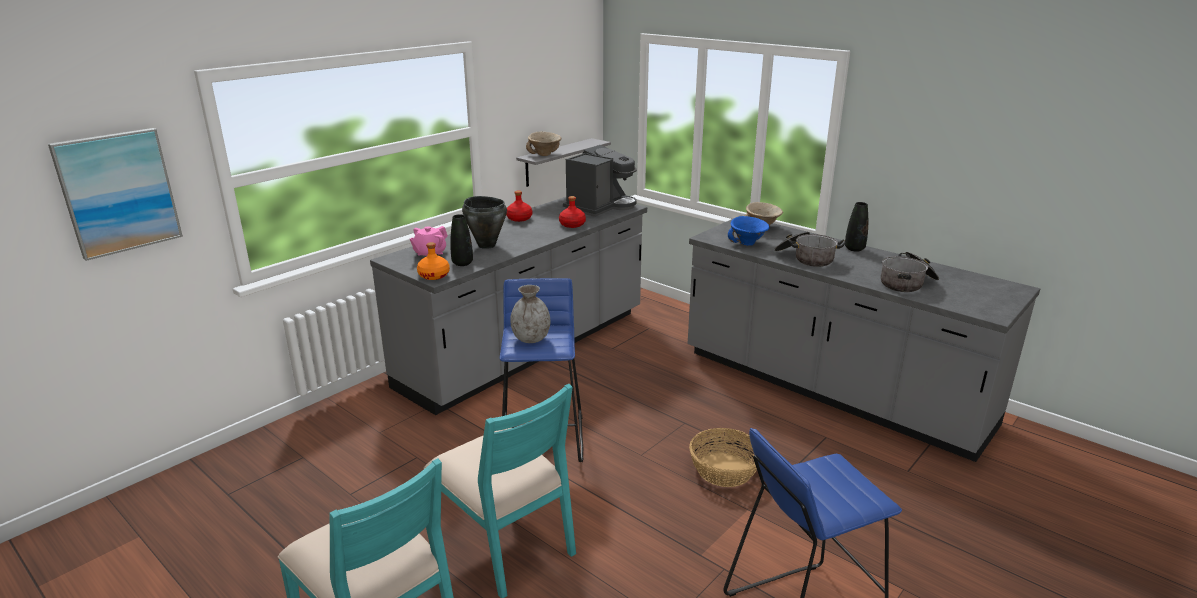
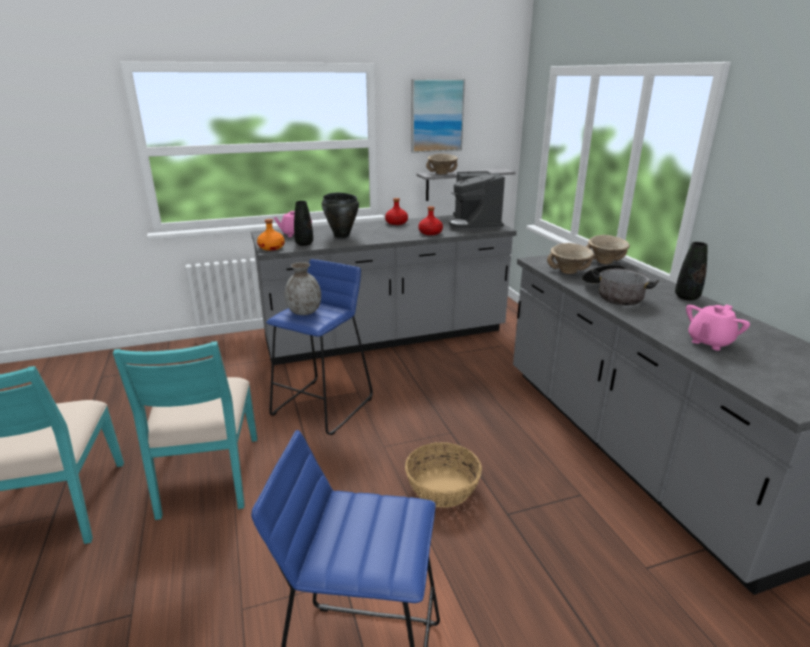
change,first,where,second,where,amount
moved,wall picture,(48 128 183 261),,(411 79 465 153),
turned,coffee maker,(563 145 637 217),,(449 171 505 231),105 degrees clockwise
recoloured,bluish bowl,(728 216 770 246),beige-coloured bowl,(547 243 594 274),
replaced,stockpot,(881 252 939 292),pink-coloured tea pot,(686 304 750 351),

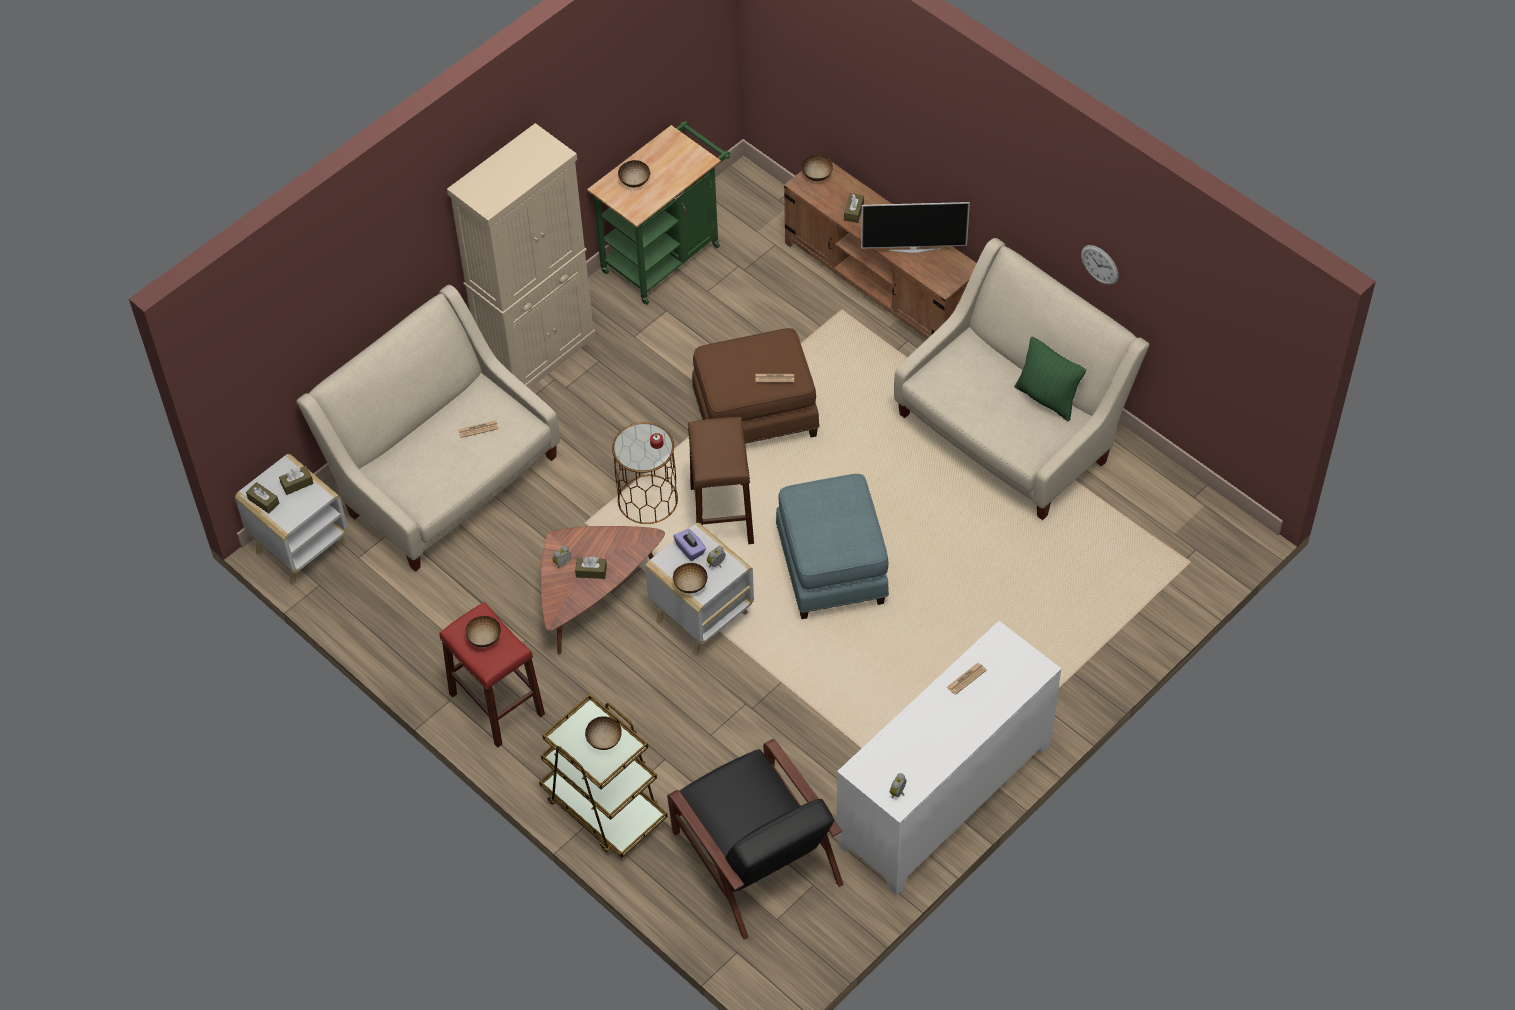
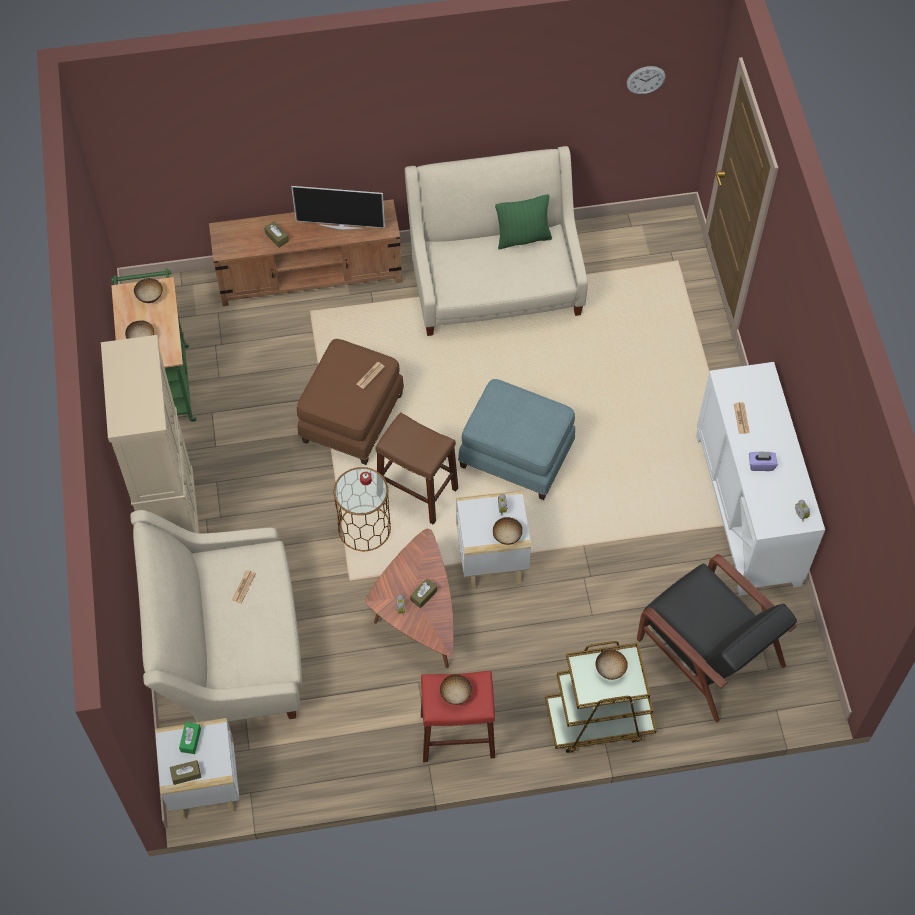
change,first,where,second,where,amount
moved,bowl,(802 155 833 181),,(134 278 163 303),
recoloured,brown tissue box,(279 466 314 495),green tissue box,(179 722 201 754),
turned,television,(861 202 970 253),,(291 186 385 230),60 degrees clockwise
moved,hanging clock,(1081 245 1119 285),,(626 66 666 94),
turned,black-coloured easy chair,(667 739 843 940),,(637 554 797 723),45 degrees clockwise
moved,purplish tissue box,(673 529 706 561),,(749 452 778 471),

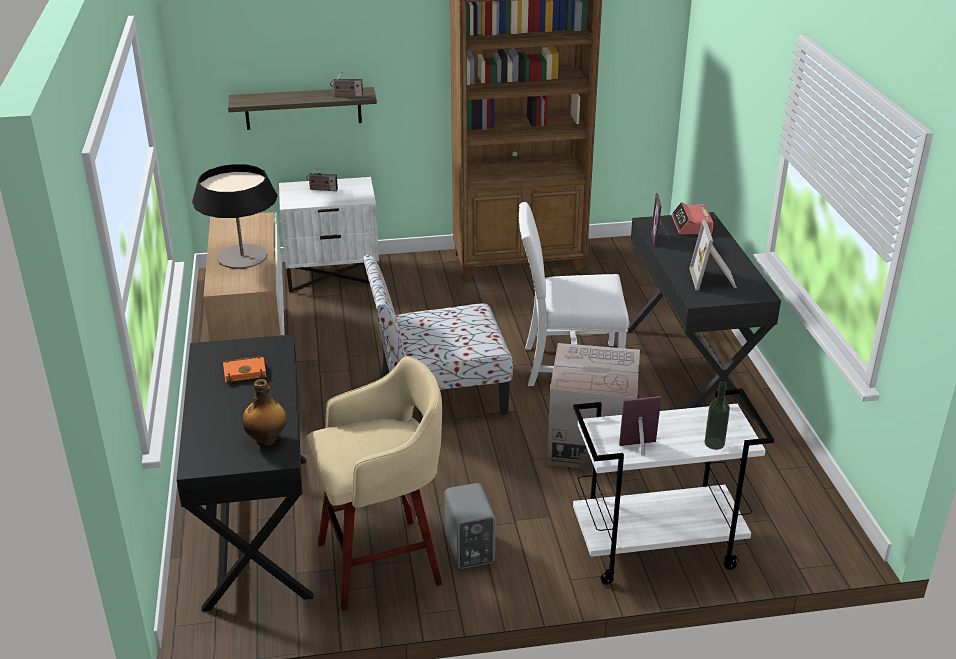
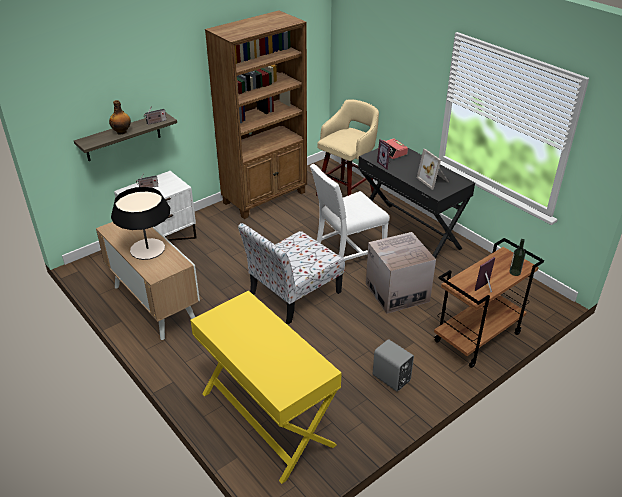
change,first,where,second,where,amount
moved,bottle,(242 379 287 446),,(109 100 131 135),
recoloured,black-coloured desk unit,(177 334 314 612),yellowish desk unit,(190 290 342 484),
moved,beige-coloured stool,(307 356 442 611),,(316 100 379 196),
recoloured,whitish cart,(573 388 774 585),brown cart,(434 238 544 368),
removed,orange-coloured bound book,(223 356 266 383),,,

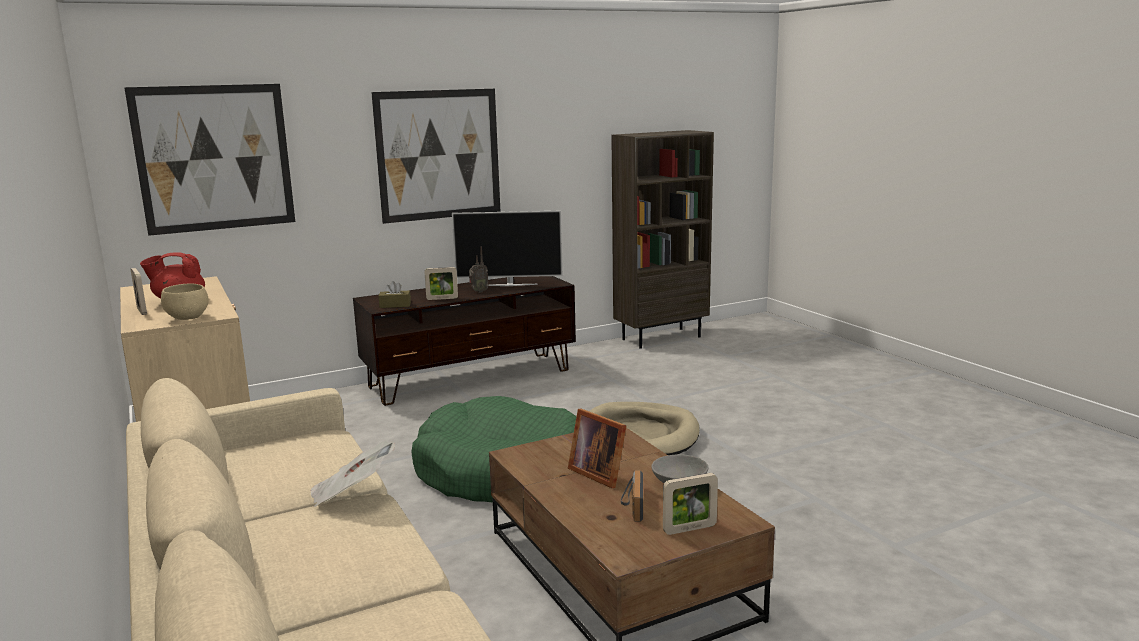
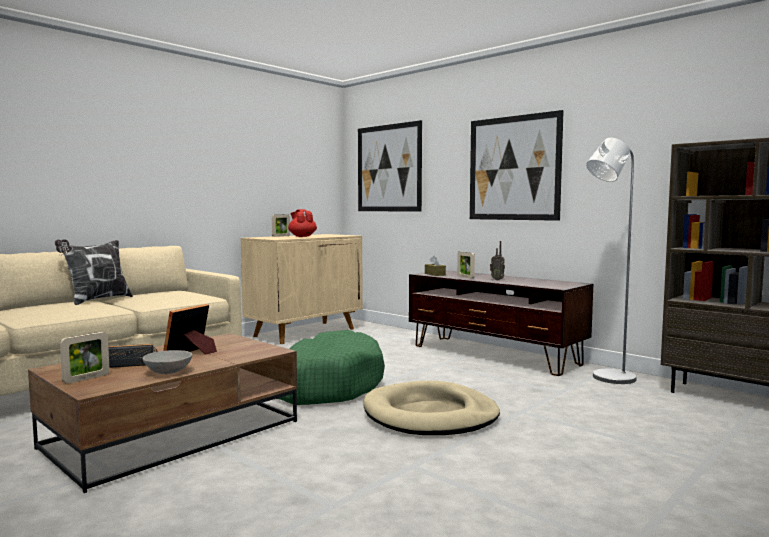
change,first,where,second,where,amount
added,,,throw pillow,(55 239 133 305),
turned,picture frame,(663 473 718 535),,(60 332 110 384),105 degrees counterclockwise
added,,,grey standing lamp,(586 138 637 384),
removed,beige-coloured bowl,(161 283 209 320),,,
removed,daily paper,(310 440 395 507),,,
removed,television,(452 211 563 286),,,

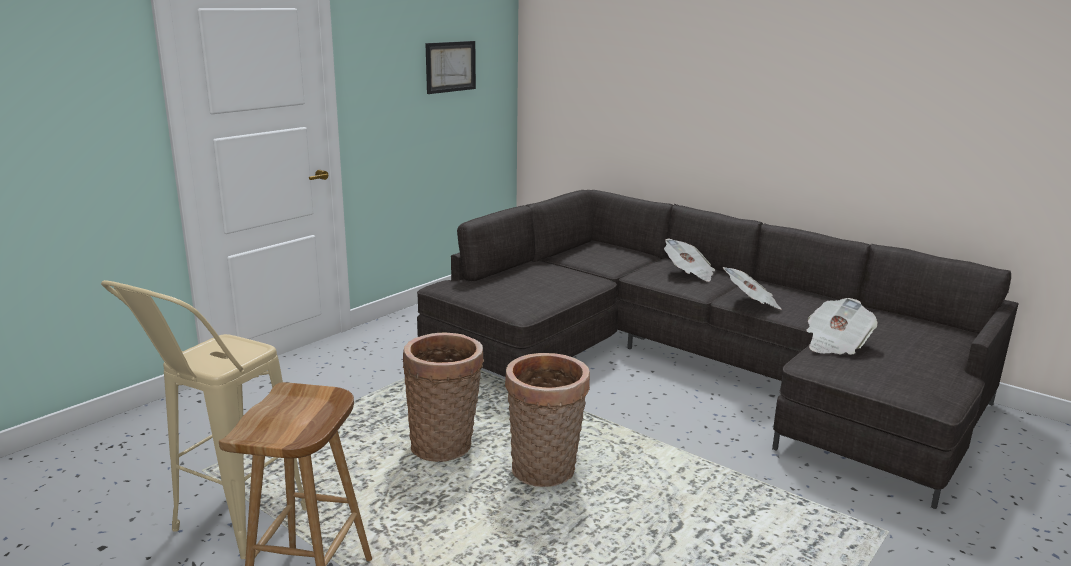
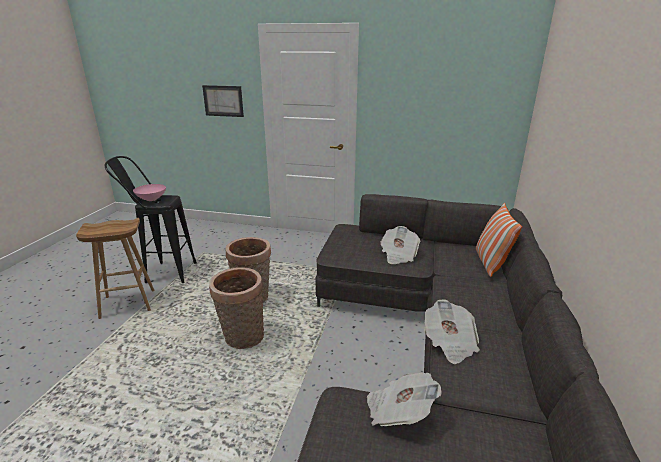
change,first,where,second,where,amount
recoloured,beige-coloured stool,(101 280 307 559),black-coloured stool,(105 156 197 283),
added,,,pink-coloured bowl,(133 184 166 201),
moved,wall picture,(425 41 476 94),,(202 85 244 117),
moved,daily paper,(664 239 715 282),,(380 226 420 264),
added,,,throw pillow,(476 203 522 277),

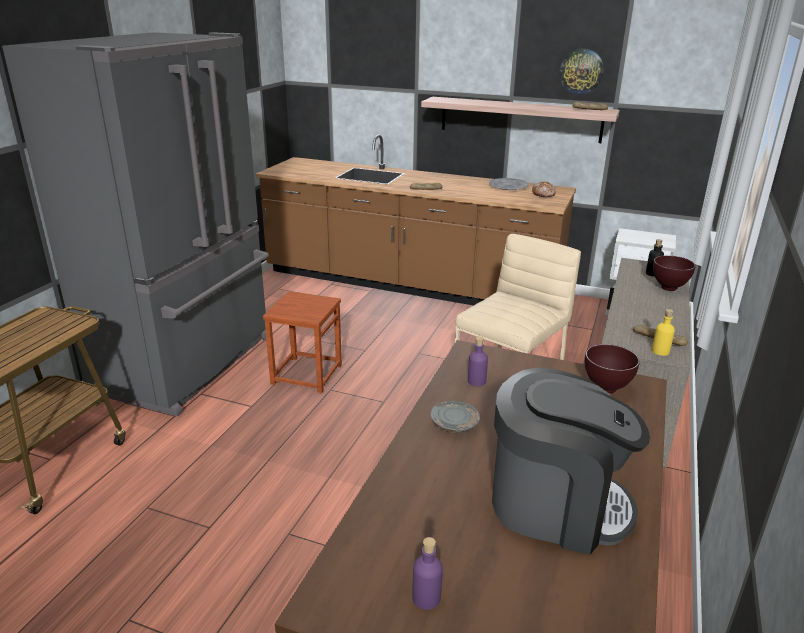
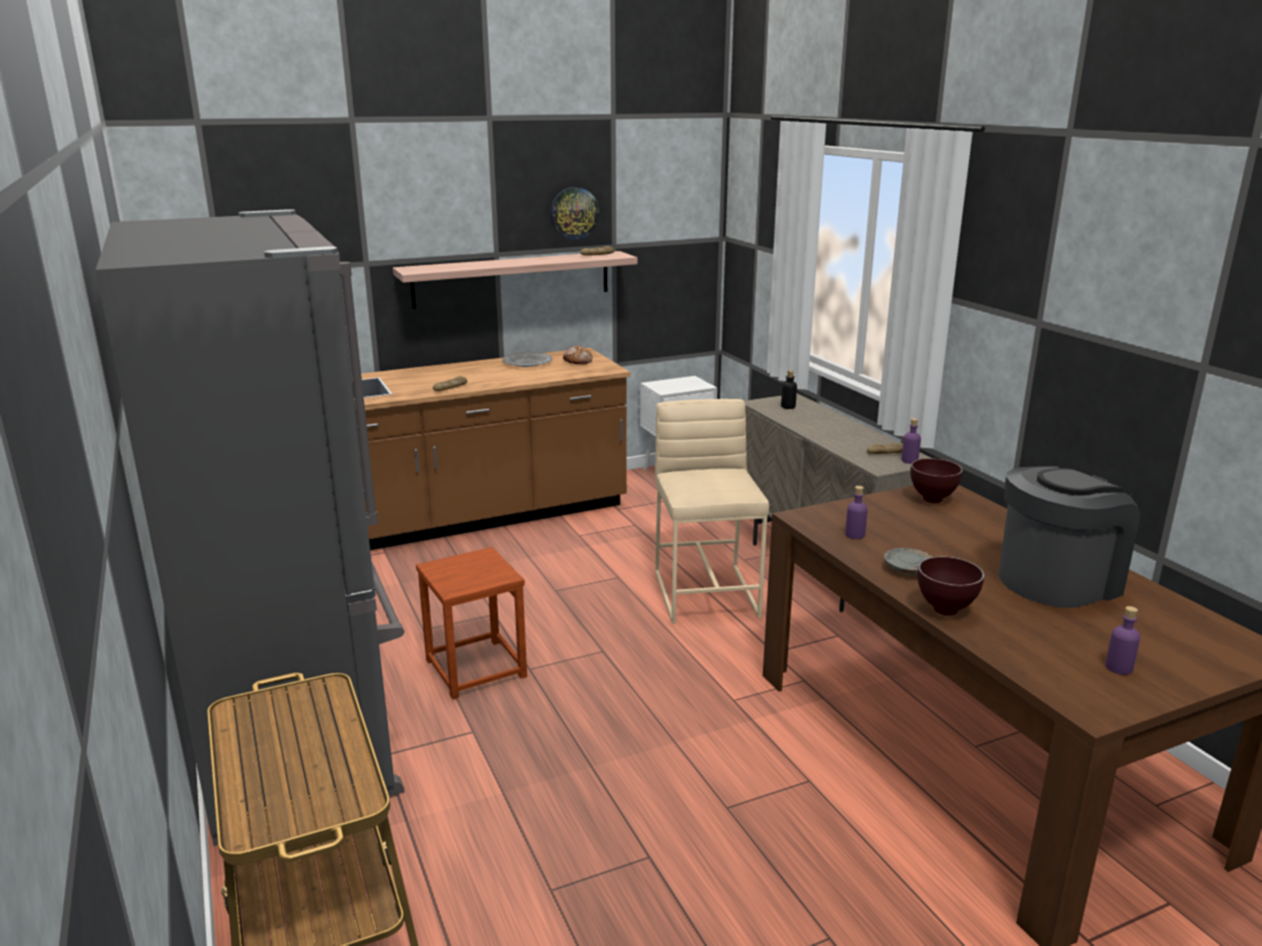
change,first,where,second,where,amount
recoloured,yellowish bottle,(652 309 675 356),purplish bottle,(901 418 921 464),
moved,brown bowl,(653 255 696 291),,(918 556 984 616),

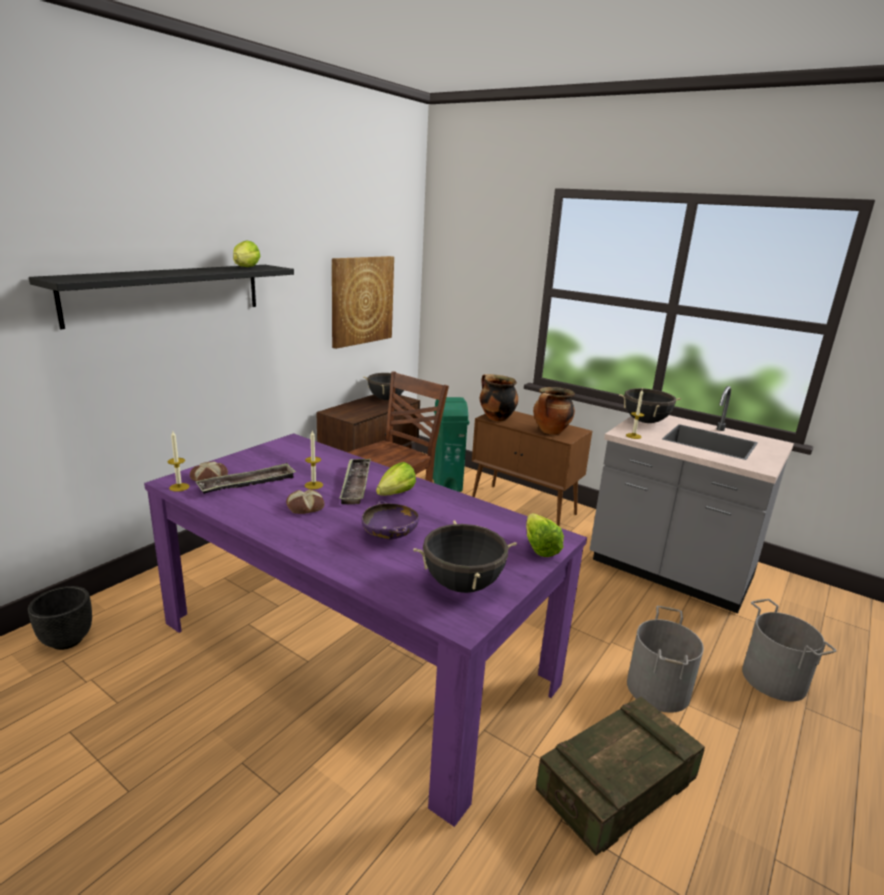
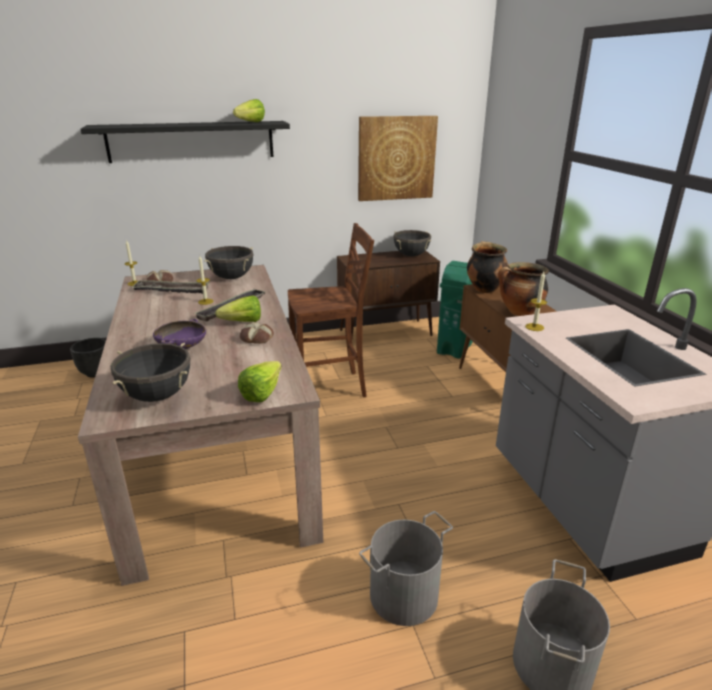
change,first,where,second,where,amount
recoloured,purplish kitchen table,(144 433 587 827),beige-coloured kitchen table,(78 265 323 586),
moved,black-coloured stockpot,(619 388 681 423),,(204 246 253 279),
moved,bread,(286 489 325 514),,(240 322 274 344),
removed,packing crate,(536 696 705 855),,,

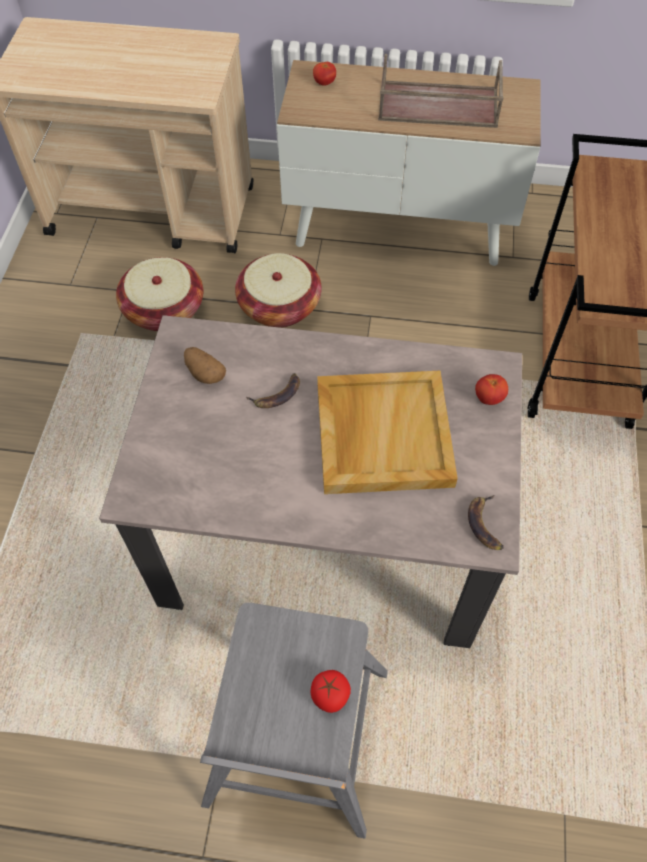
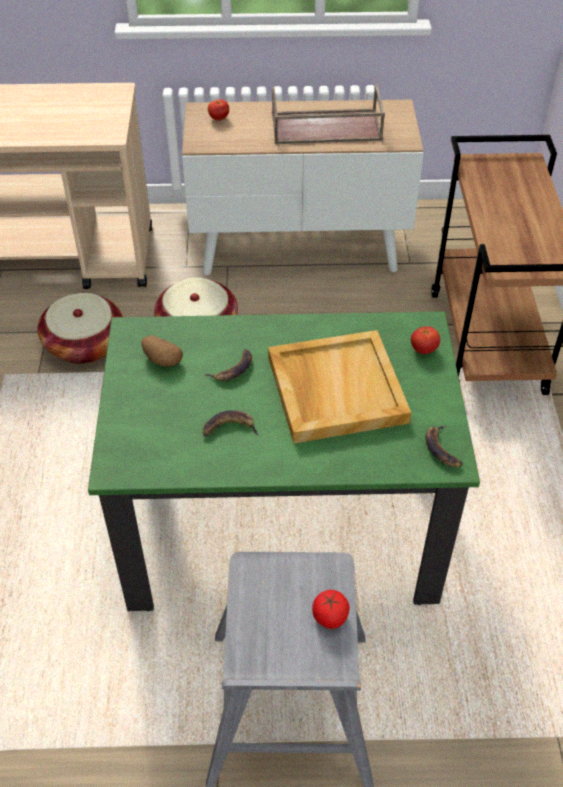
change,first,where,second,where,amount
recoloured,beige-coloured kitchen table,(99 315 522 648),green kitchen table,(88 311 480 611),
added,,,banana,(203 410 258 437),

